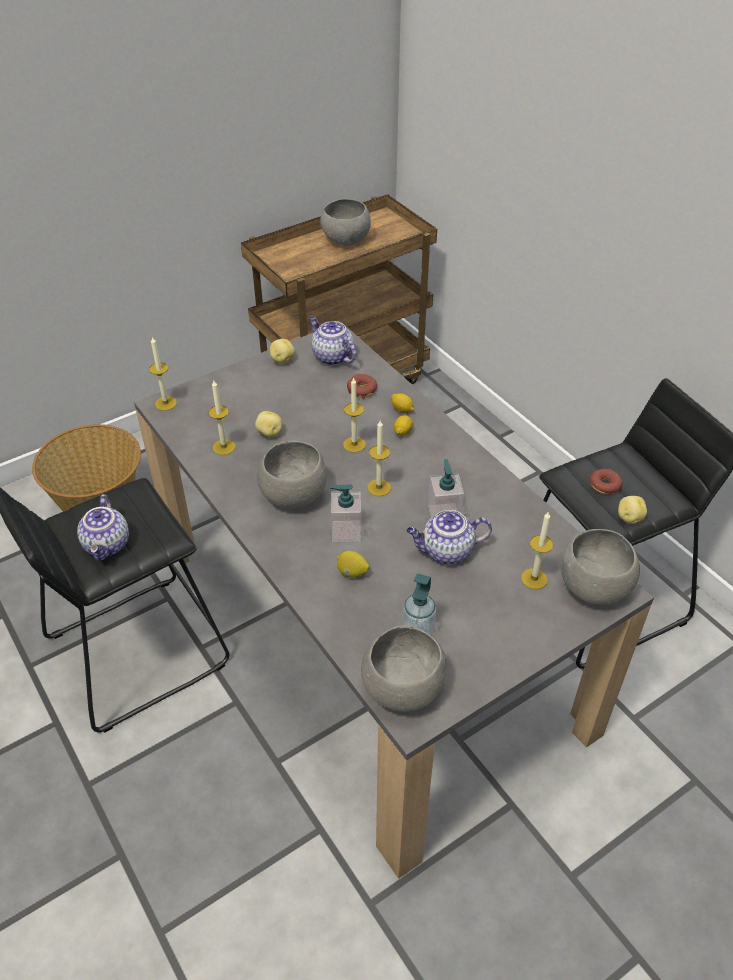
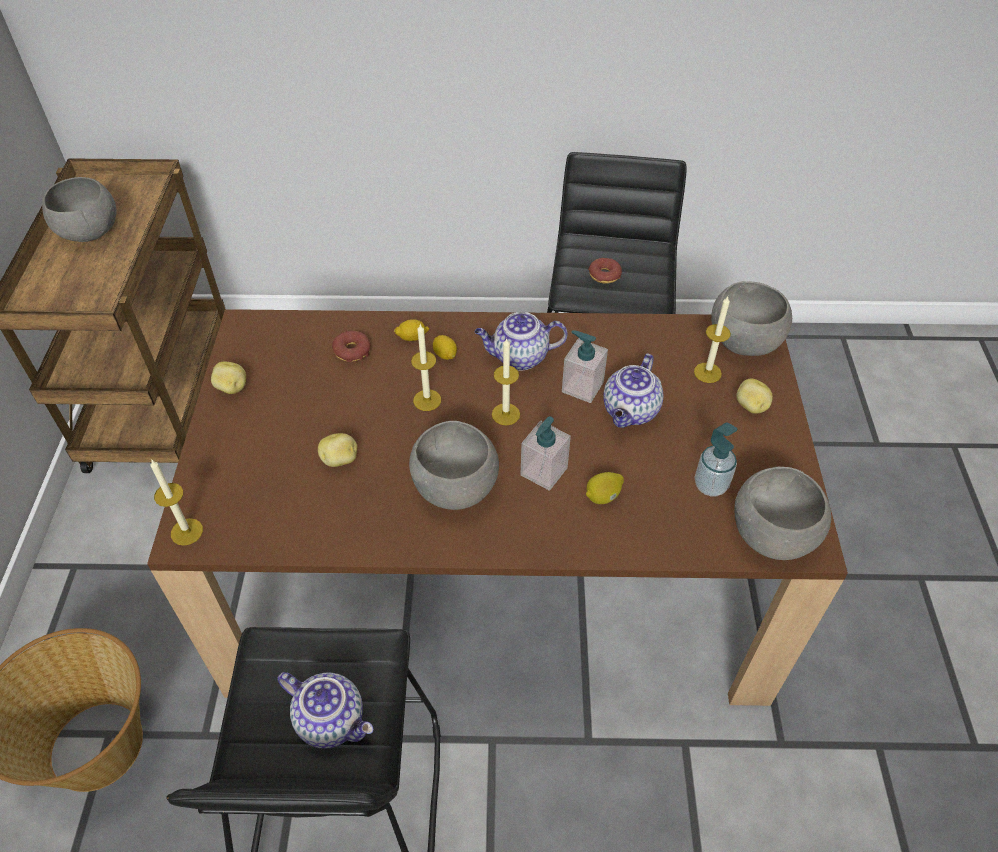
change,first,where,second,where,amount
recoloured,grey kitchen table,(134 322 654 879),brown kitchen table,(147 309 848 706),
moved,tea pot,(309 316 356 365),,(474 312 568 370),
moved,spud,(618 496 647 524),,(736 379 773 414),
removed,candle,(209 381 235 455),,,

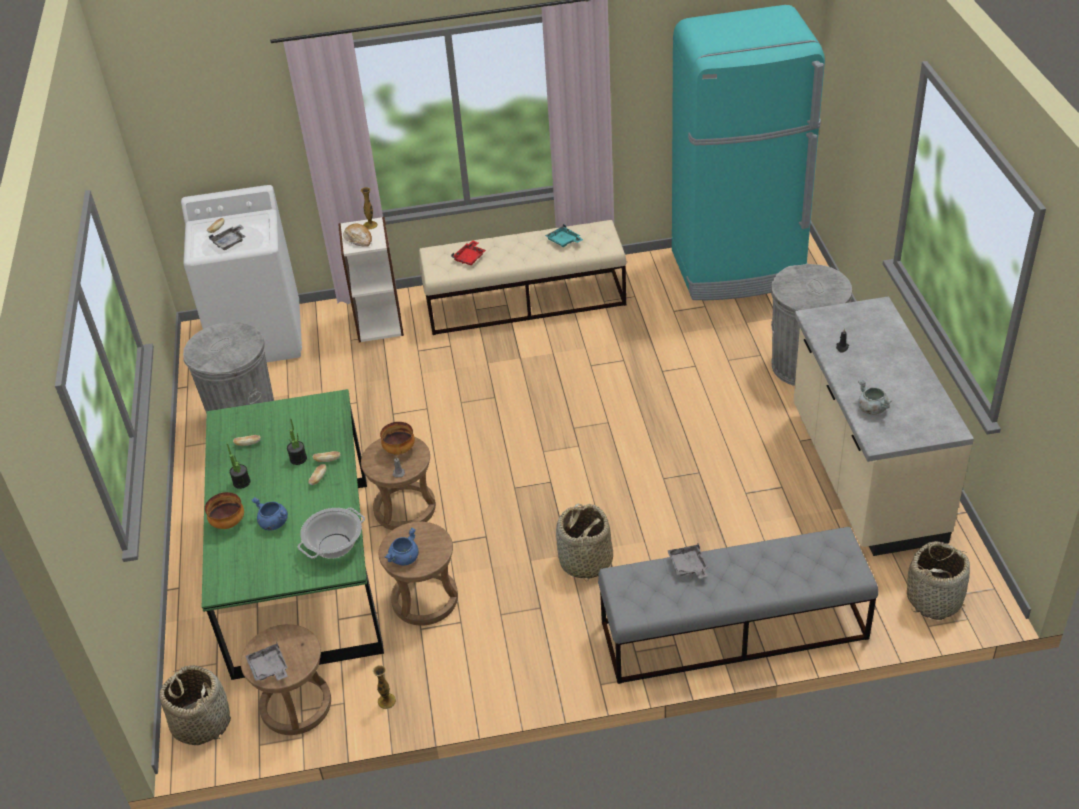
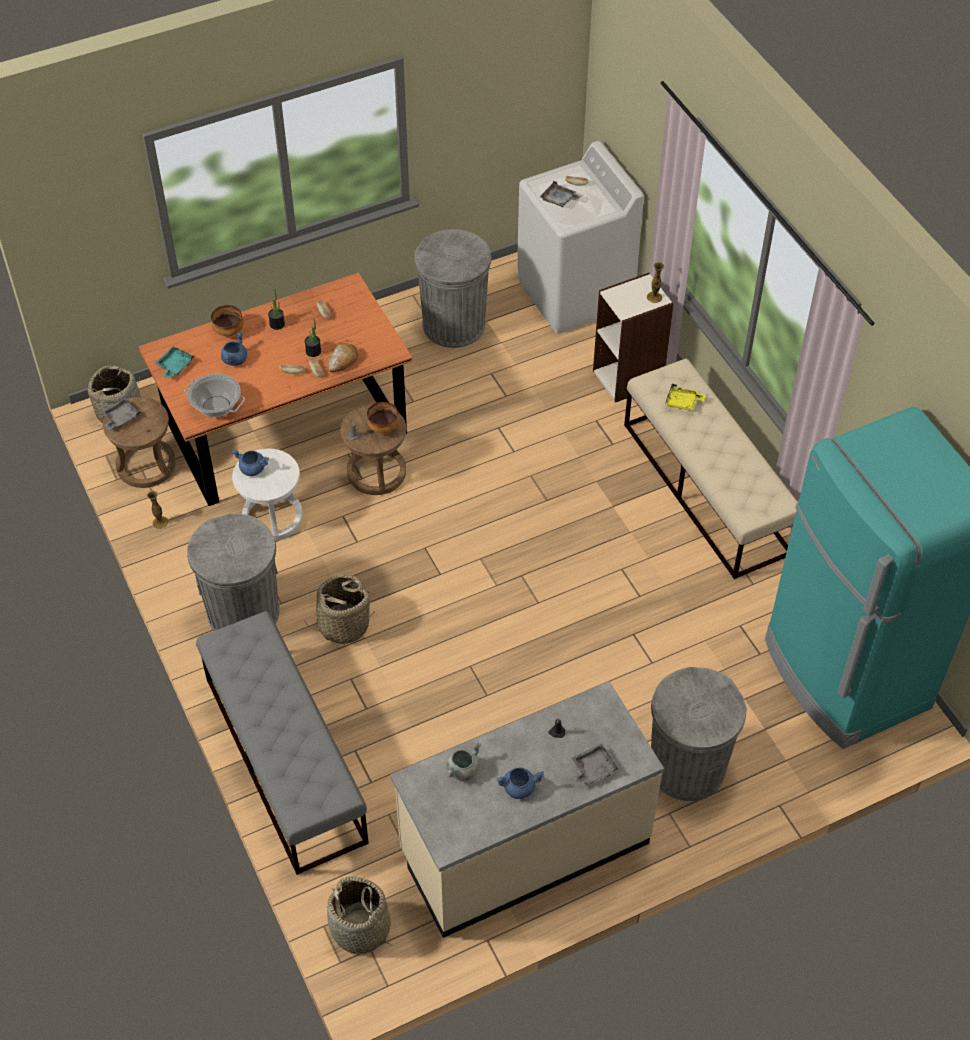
change,first,where,second,where,amount
recoloured,green kitchen table,(202 389 384 680),orange-coloured kitchen table,(139 273 412 506),
moved,turquoise serving tray,(545 224 583 247),,(155 346 194 378),
added,,,grey waste bin,(187 514 280 631),
recoloured,brown stool,(379 522 458 626),whitish stool,(232 449 303 541),
moved,bread,(343 224 372 246),,(328 343 358 372),
added,,,bluish stockpot,(497 768 544 799),
moved,grey serving tray,(667 544 708 579),,(572 744 619 785),
recoloured,red serving tray,(451 241 486 265),yellowish serving tray,(665 384 706 411),

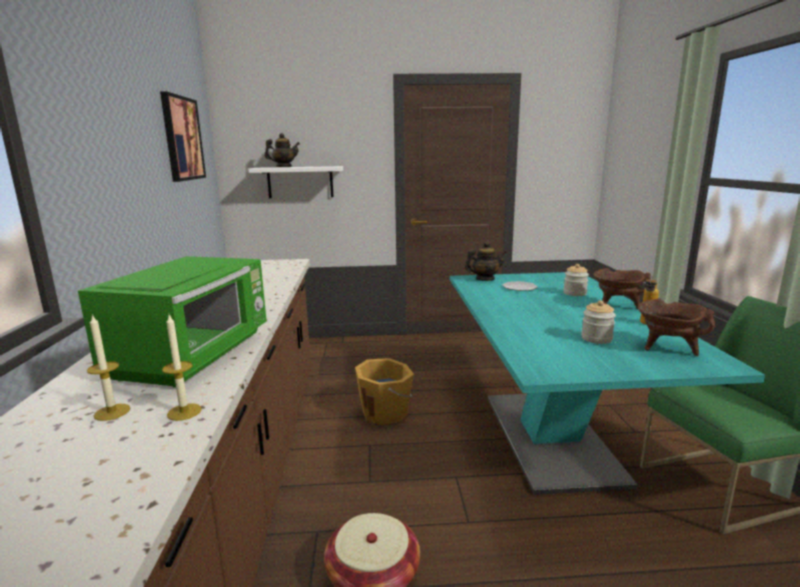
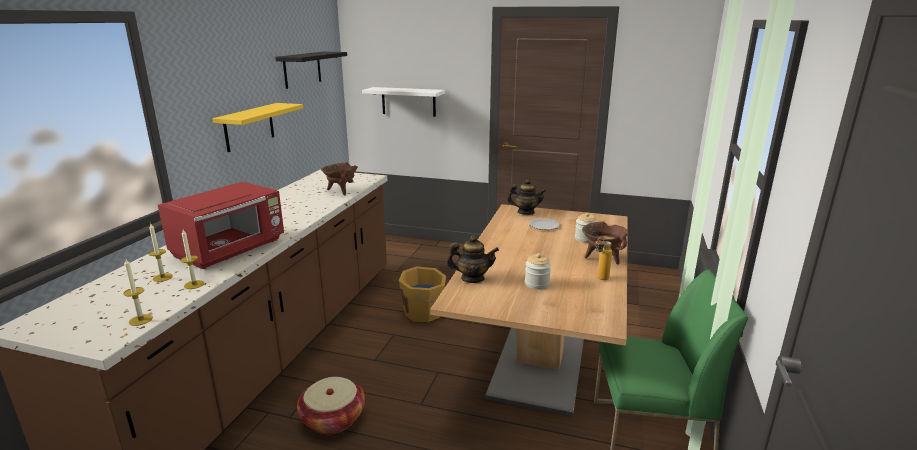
change,first,where,second,where,amount
added,,,candle,(123 259 153 326),
recoloured,green microwave oven,(78 256 267 388),red microwave oven,(158 182 284 269),
added,,,yellowish wall shelf,(212 103 303 152),
replaced,wall picture,(160 91 206 182),black-coloured wall shelf,(275 52 347 89),
moved,brown stockpot,(638 299 715 356),,(321 162 358 196),
recoloured,turquoise kitchen table,(450 272 765 495),brown kitchen table,(430 204 628 416),
moved,tea pot,(264 133 300 167),,(447 235 499 283),

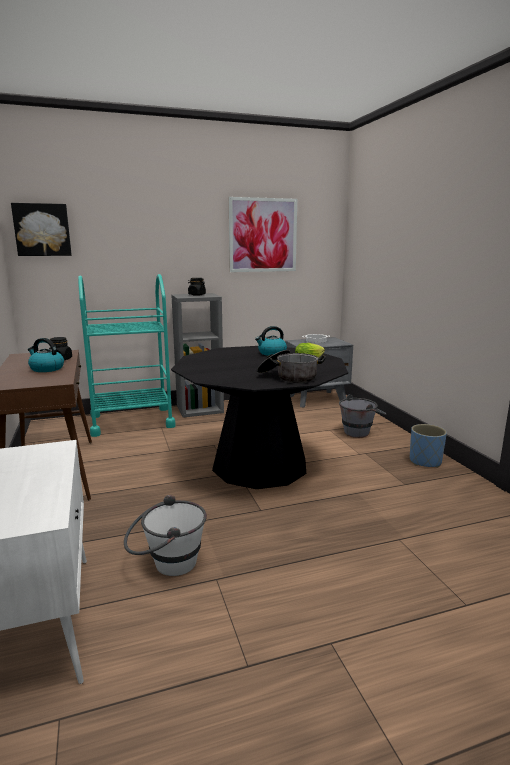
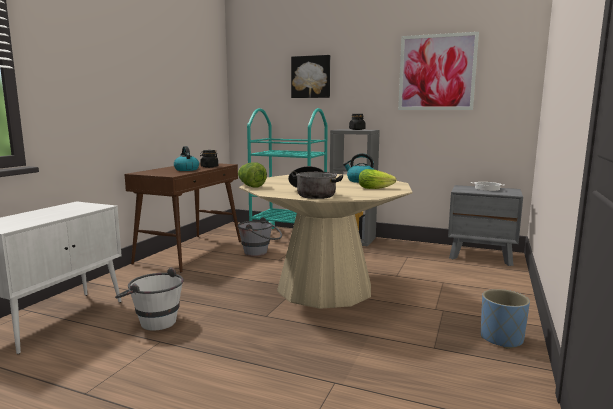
change,first,where,second,where,amount
moved,grey bucket,(339 394 386 438),,(237 217 282 256),
added,,,lettuce,(238 162 267 187),
recoloured,black-coloured kitchen table,(171 346 348 489),beige-coloured kitchen table,(239 174 413 309),
moved,wall picture,(11 203 72 256),,(291 55 330 98),

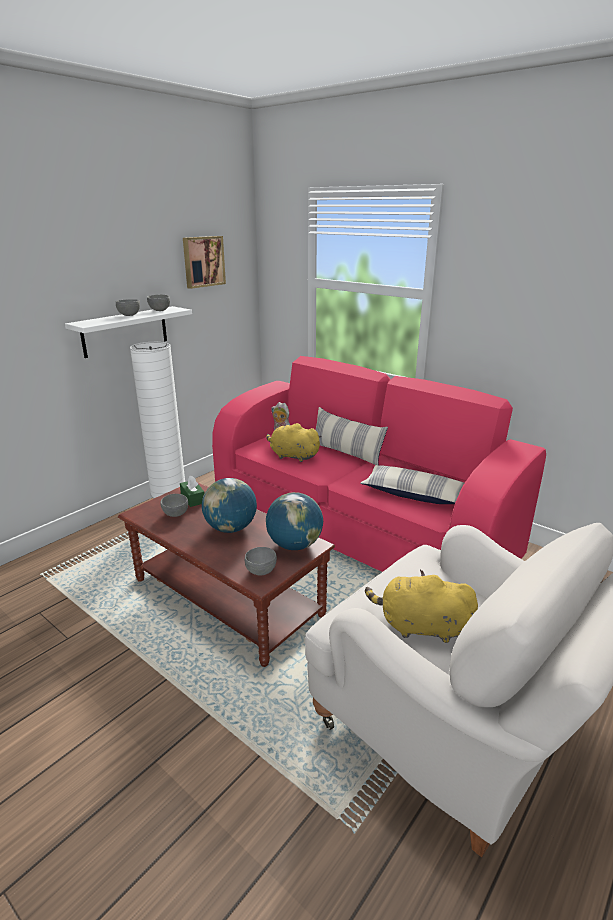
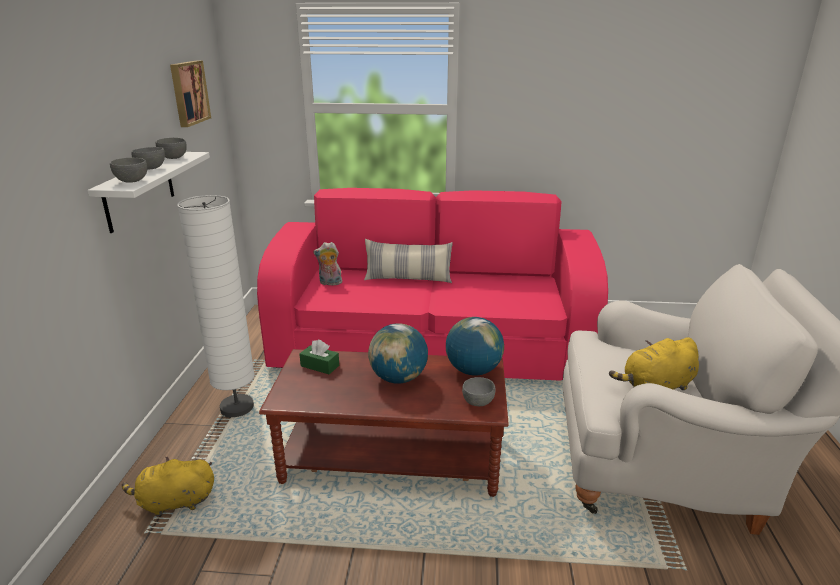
change,first,where,second,where,amount
moved,grey bowl,(160 494 188 517),,(110 158 147 183),
moved,yellowish cuddly toy,(266 423 322 462),,(122 457 214 516),
removed,throw pillow,(360 465 464 504),,,

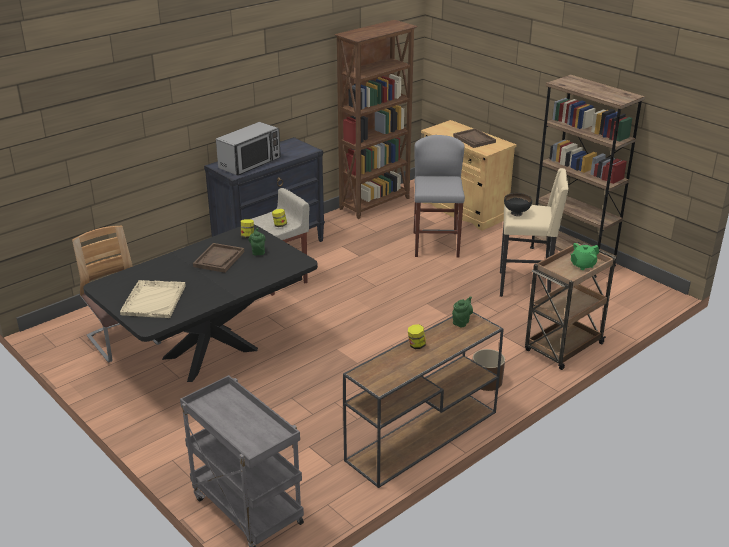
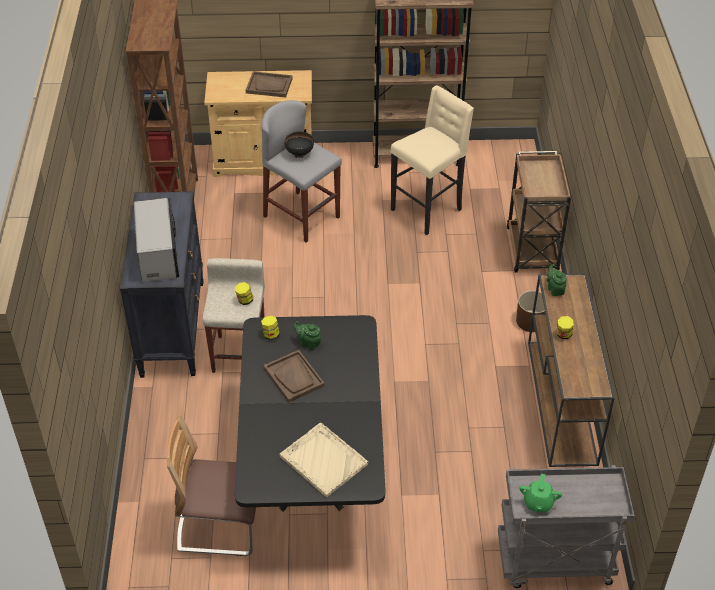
change,first,where,second,where,amount
moved,black-coloured bowl,(504 193 532 216),,(285 132 314 158),
moved,green tea pot,(571 243 599 270),,(520 474 562 512),

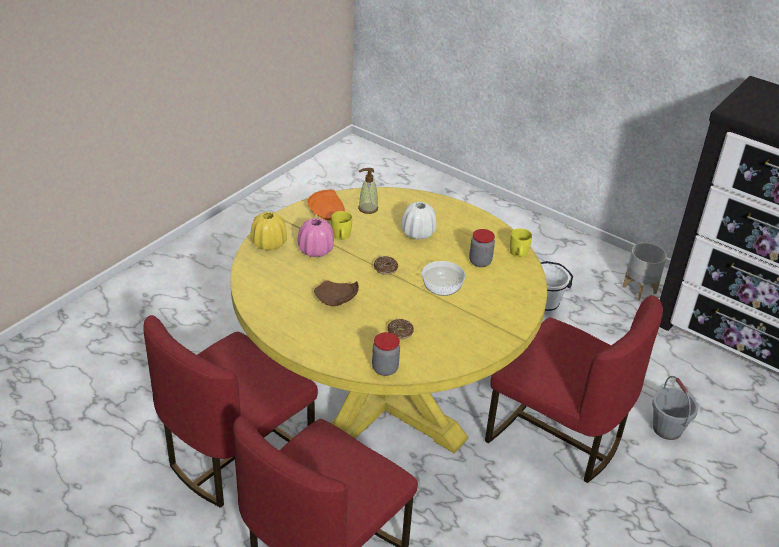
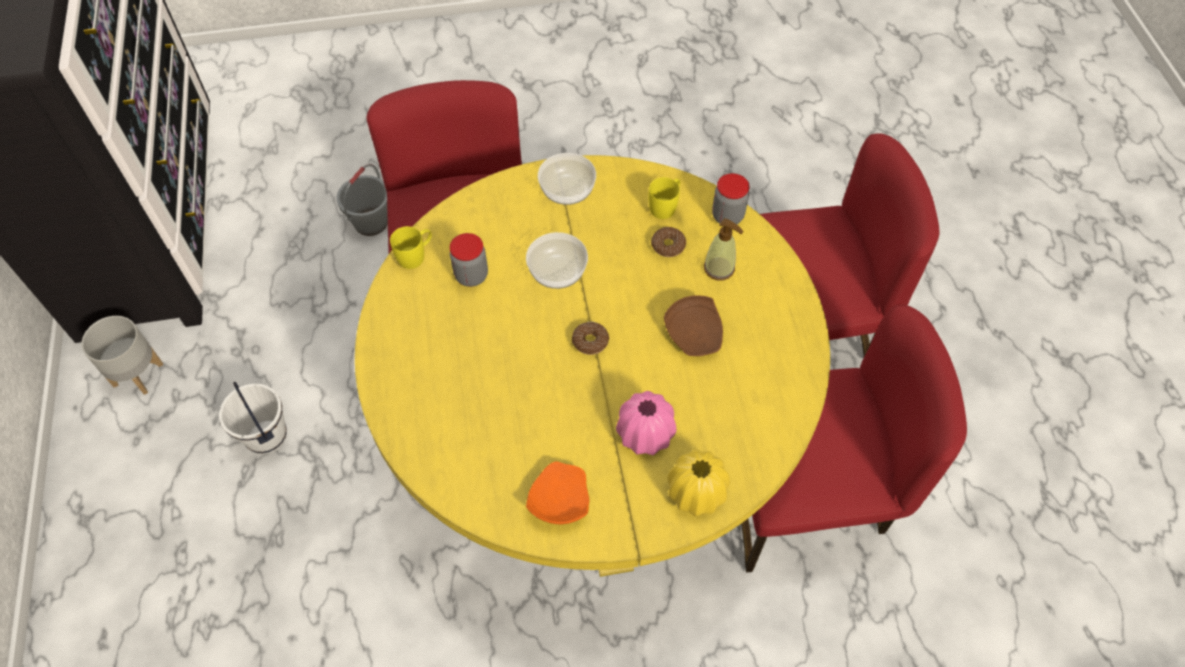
change,first,where,second,where,amount
added,,,bowl,(538 153 596 205),
moved,yellowish coffee mug,(331 211 352 240),,(649 177 680 219),
moved,soap dispenser,(358 168 378 214),,(704 218 744 280),
removed,whitish decorative vase,(401 202 437 240),,,

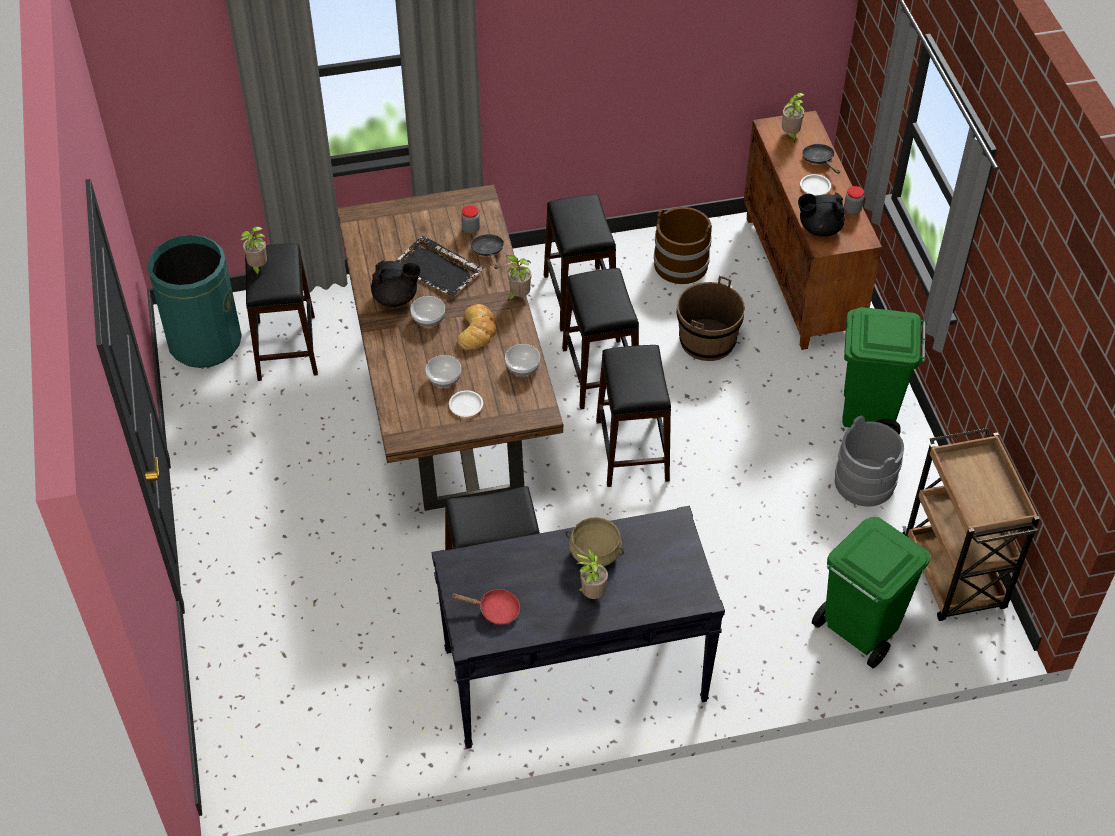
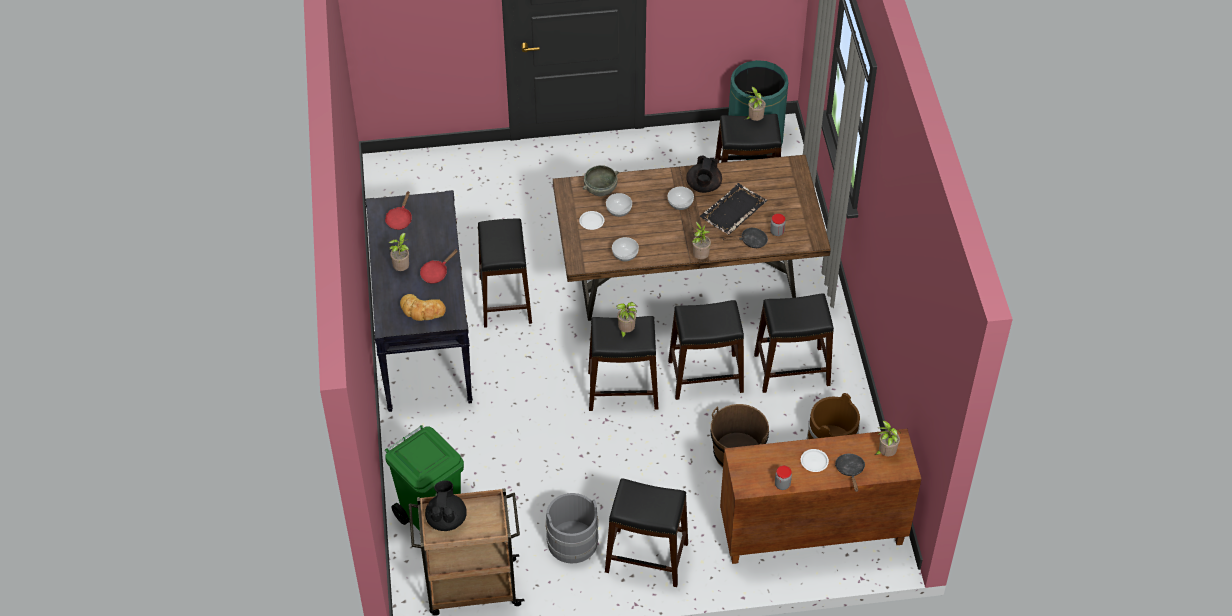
change,first,where,second,where,amount
moved,bread,(457 304 496 350),,(400 294 446 321),
replaced,beige-coloured stockpot,(565 517 624 566),red pan,(420 249 458 284),
moved,black-coloured tea pot,(798 192 845 237),,(425 480 467 531),
added,,,grey bowl,(583 165 619 196),
replaced,green waste bin,(842 307 926 435),black-coloured stool,(605 479 688 587),
added,,,potted plant,(617 302 637 338),
turned,black-coloured pan,(802 144 840 174),,(835 454 865 492),75 degrees counterclockwise

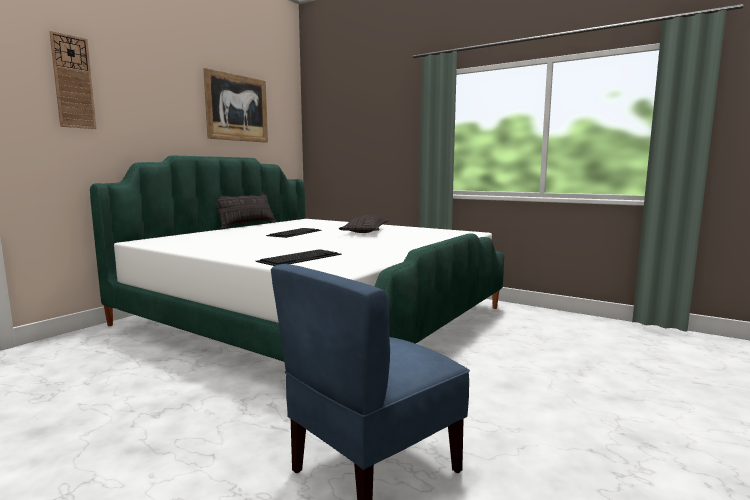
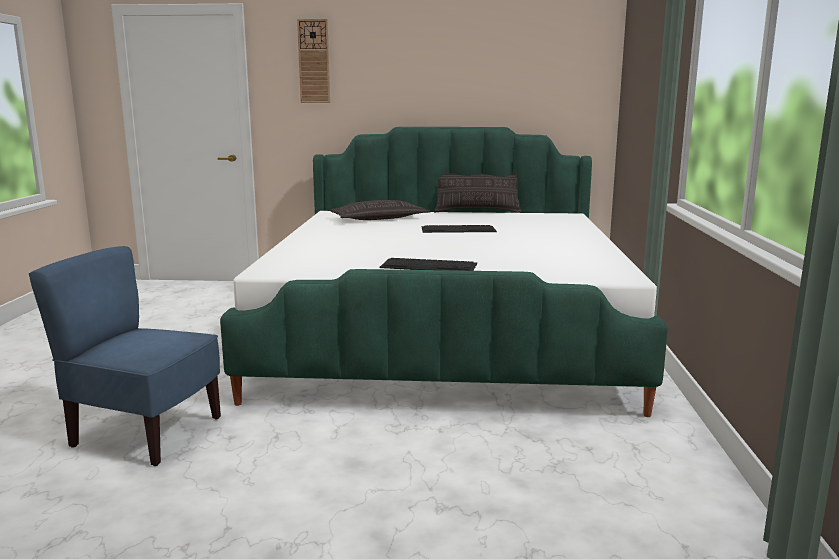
change,first,where,second,where,amount
moved,throw pillow,(339 215 389 233),,(330 200 431 220),
moved,PC keyboard,(256 249 342 266),,(379 258 477 271),
removed,wall picture,(203 68 268 143),,,

